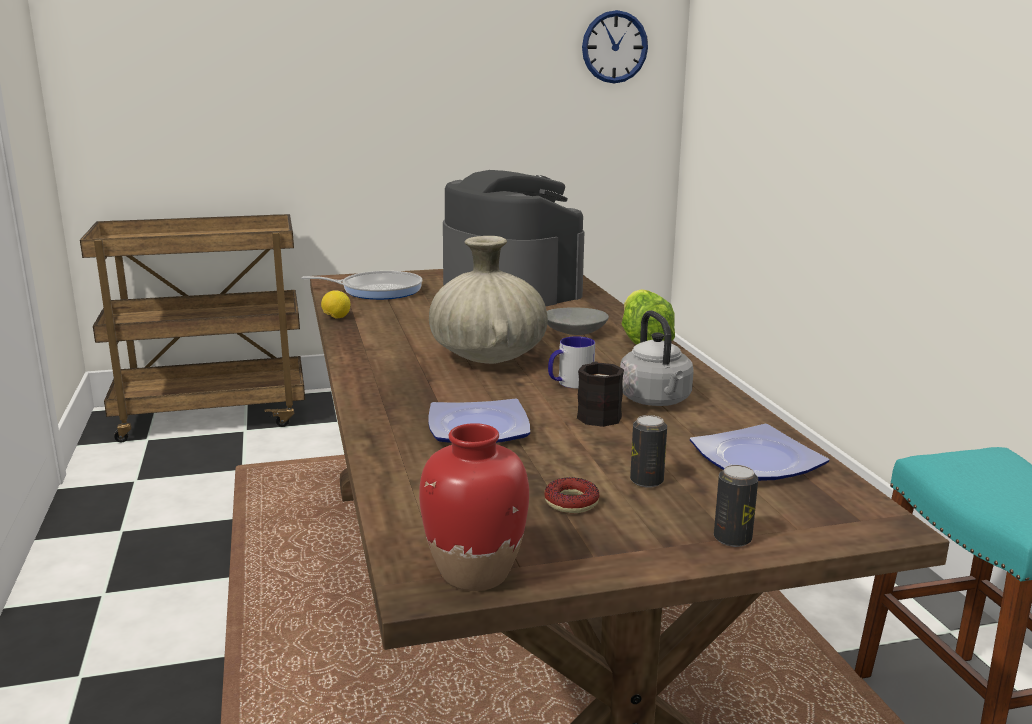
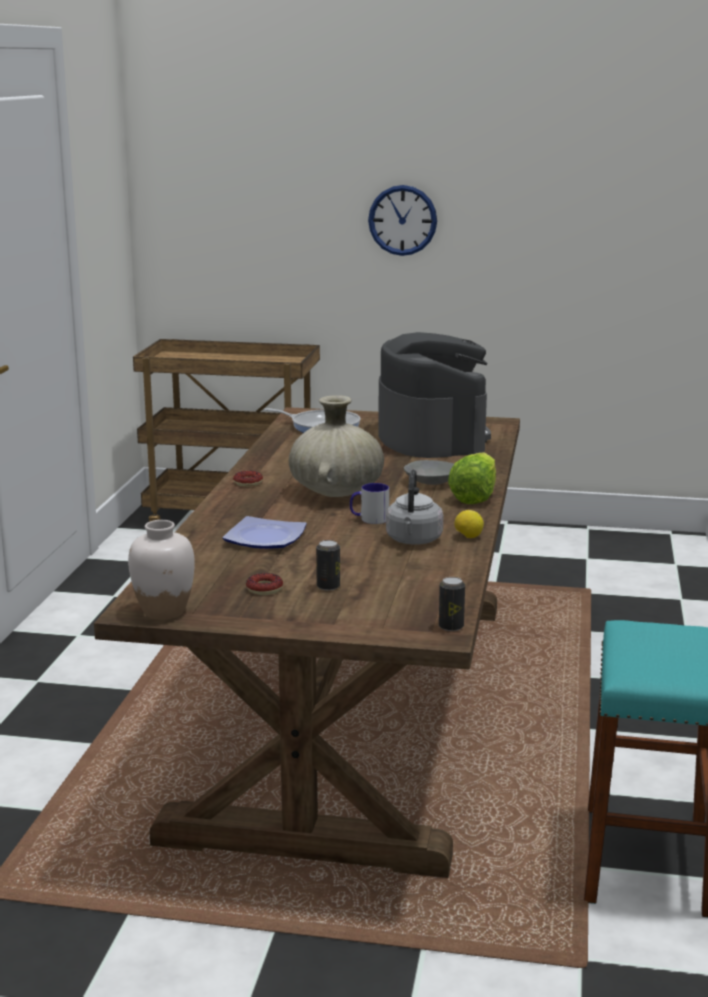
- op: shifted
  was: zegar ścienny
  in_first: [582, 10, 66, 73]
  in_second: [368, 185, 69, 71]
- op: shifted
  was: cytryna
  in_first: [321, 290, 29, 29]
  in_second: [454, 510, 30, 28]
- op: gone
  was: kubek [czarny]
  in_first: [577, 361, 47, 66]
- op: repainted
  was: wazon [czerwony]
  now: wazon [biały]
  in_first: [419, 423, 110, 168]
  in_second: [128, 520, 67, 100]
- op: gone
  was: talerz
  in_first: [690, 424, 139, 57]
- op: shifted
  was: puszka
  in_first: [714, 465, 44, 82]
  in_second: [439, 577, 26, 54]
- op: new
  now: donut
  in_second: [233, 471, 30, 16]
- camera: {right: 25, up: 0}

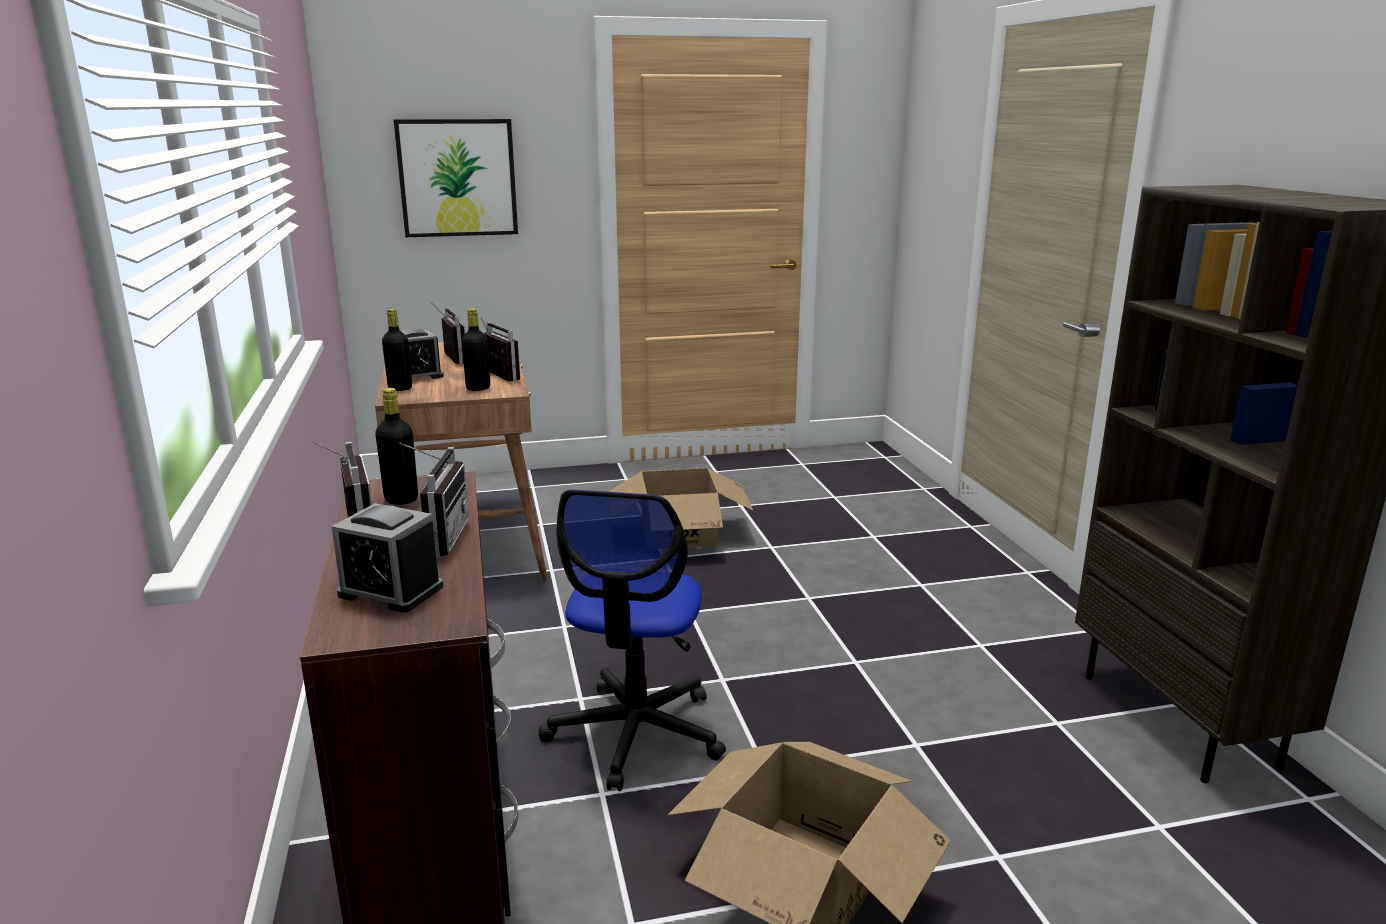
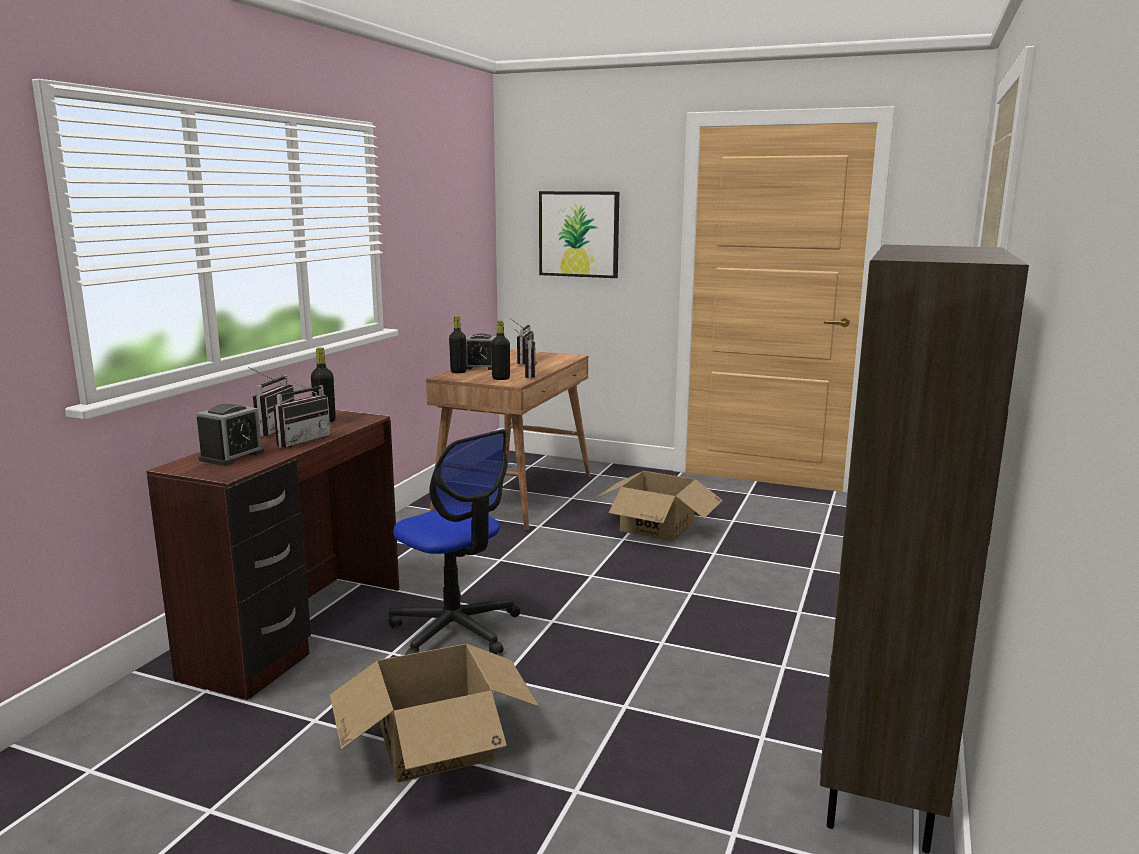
- op: rotated
  was: krzesło biurowe
  in_first: [539, 489, 187, 302]
  in_second: [388, 429, 132, 226]
  clockwise: -90
- op: rotated
  was: budzik
  in_first: [332, 503, 111, 110]
  in_second: [196, 404, 68, 62]
  clockwise: -120
- camera: {right: 35, up: -5}

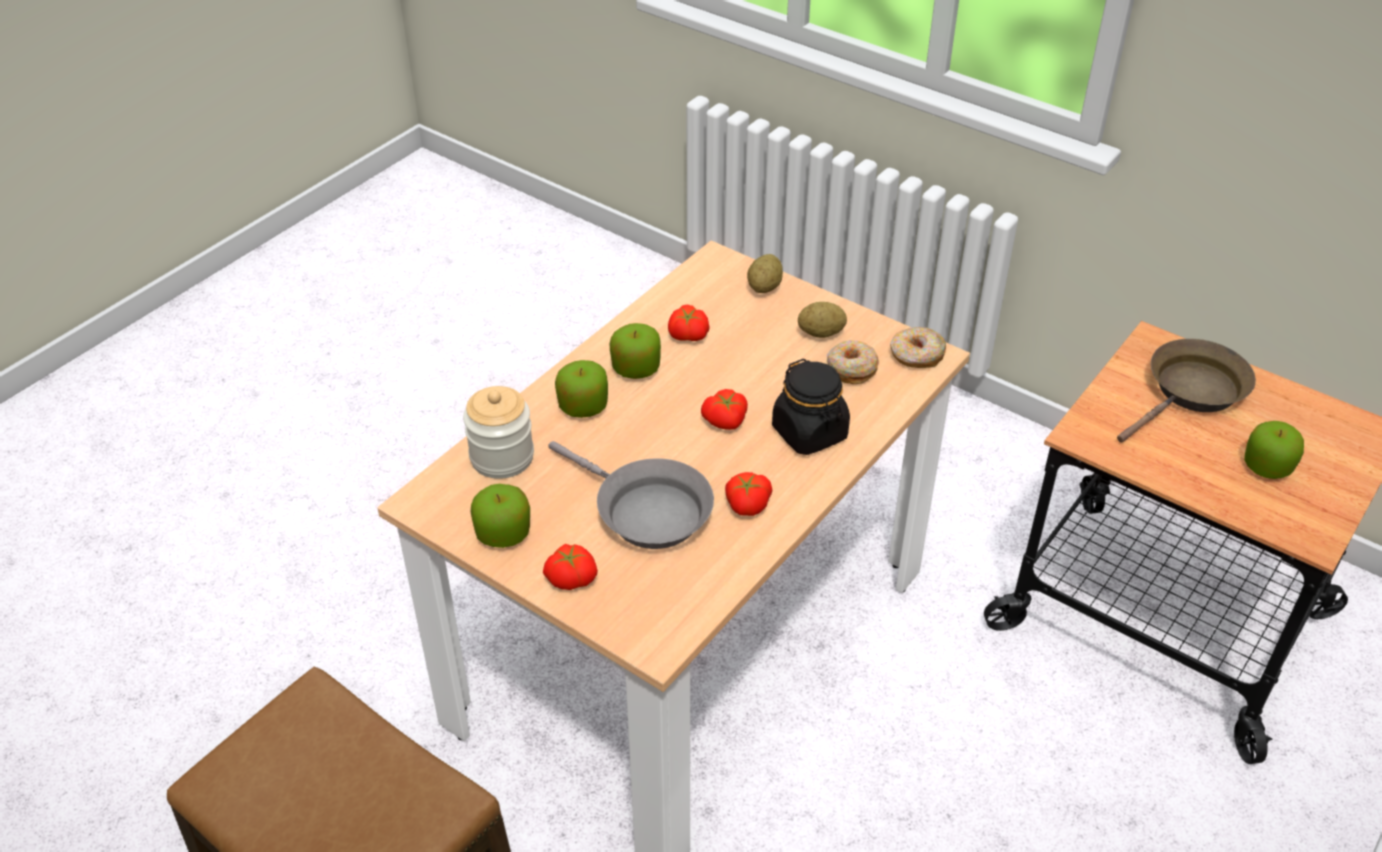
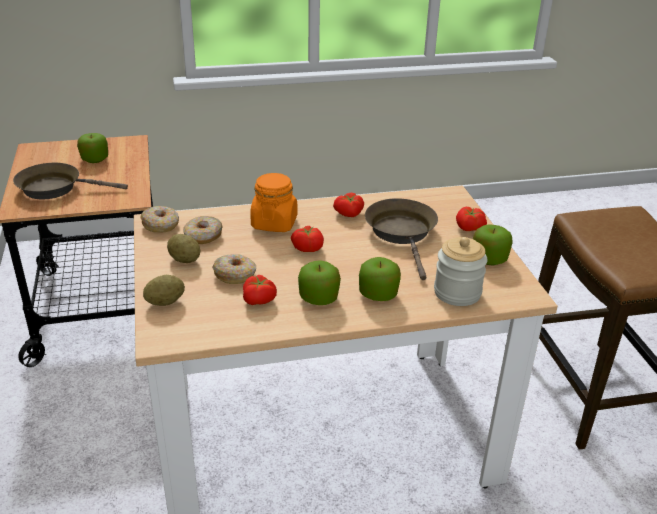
- op: repainted
  was: słoik [czarny]
  now: słoik [pomarańczowy]
  in_first: [772, 359, 78, 96]
  in_second: [250, 173, 47, 59]
- op: repainted
  was: patelnia [szary]
  now: patelnia [brązowy]
  in_first: [548, 441, 166, 108]
  in_second: [365, 198, 73, 82]
- op: new
  now: donut
  in_second: [212, 254, 44, 30]
- camera: {right: -140, up: -10}

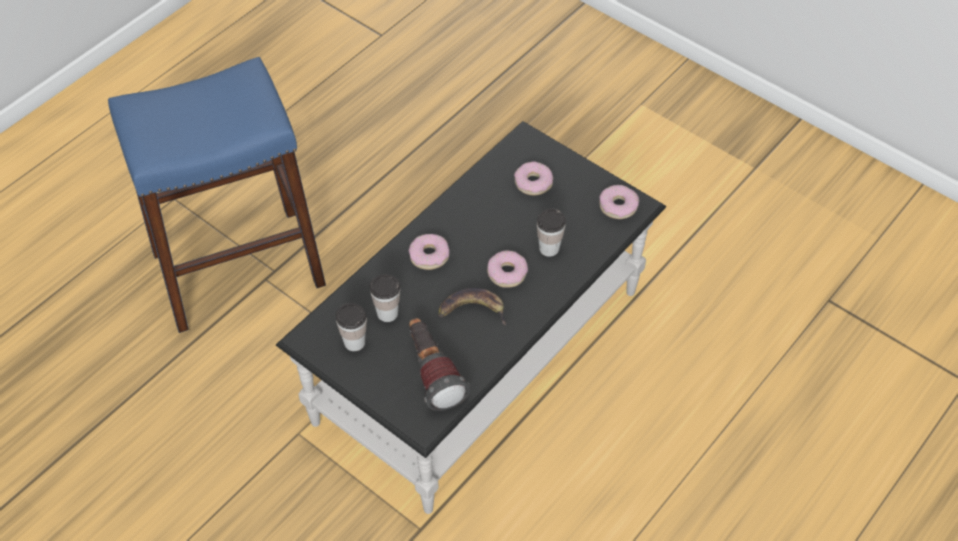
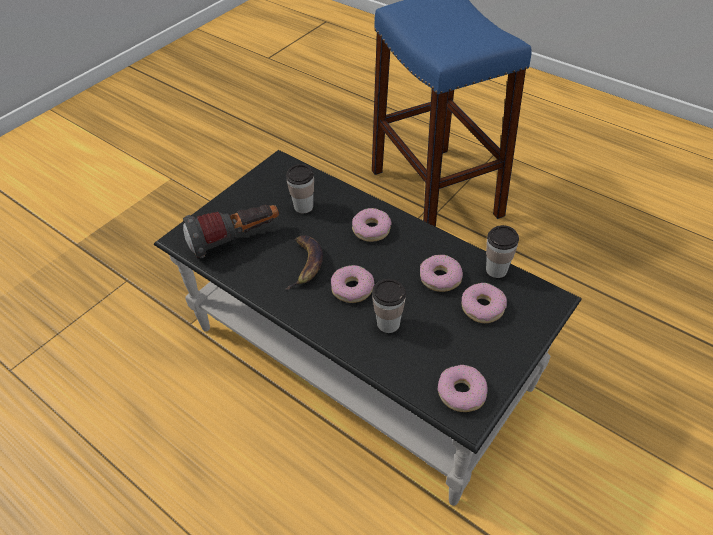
- op: shifted
  was: filiżanka
  in_first: [336, 303, 31, 48]
  in_second: [486, 225, 33, 53]
- op: new
  now: donut
  in_second: [420, 255, 43, 37]
- camera: {right: 90, up: -5}

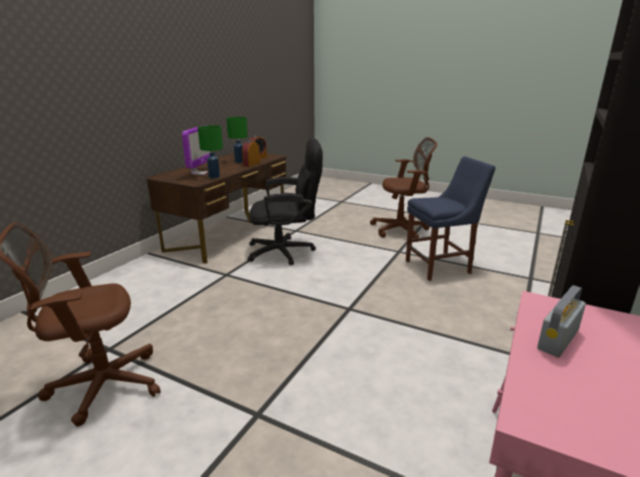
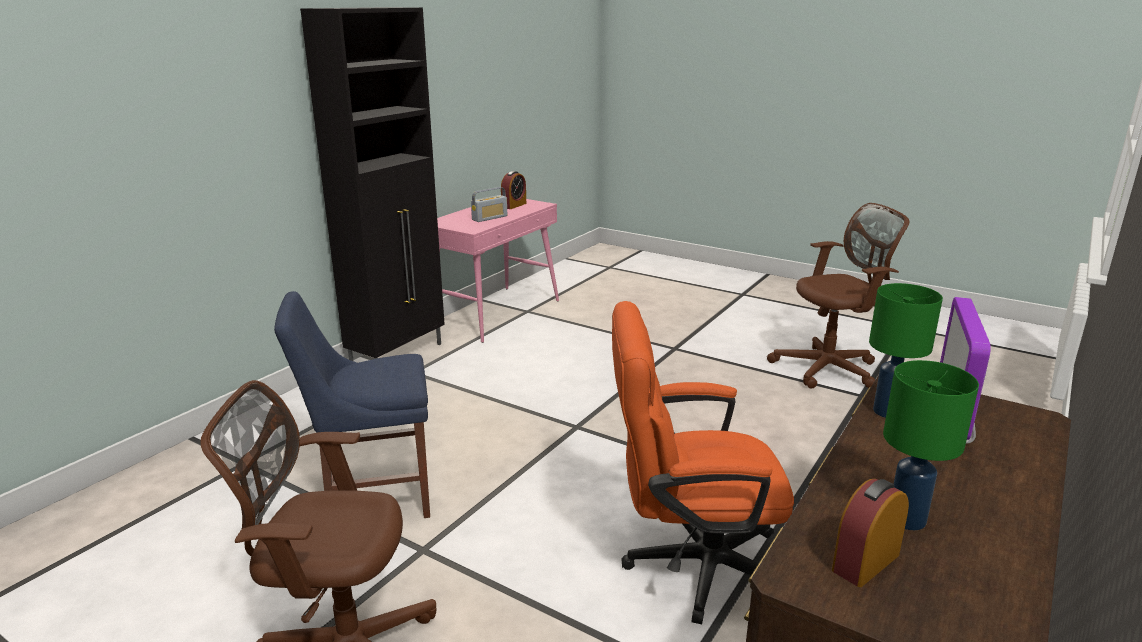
- op: repainted
  was: krzesło biurowe [czarny]
  now: krzesło biurowe [pomarańczowy]
  in_first: [247, 138, 76, 127]
  in_second: [612, 301, 182, 323]
- op: shifted
  was: budzik
  in_first: [242, 140, 18, 27]
  in_second: [501, 171, 25, 38]
- camera: {right: -175, up: 0}

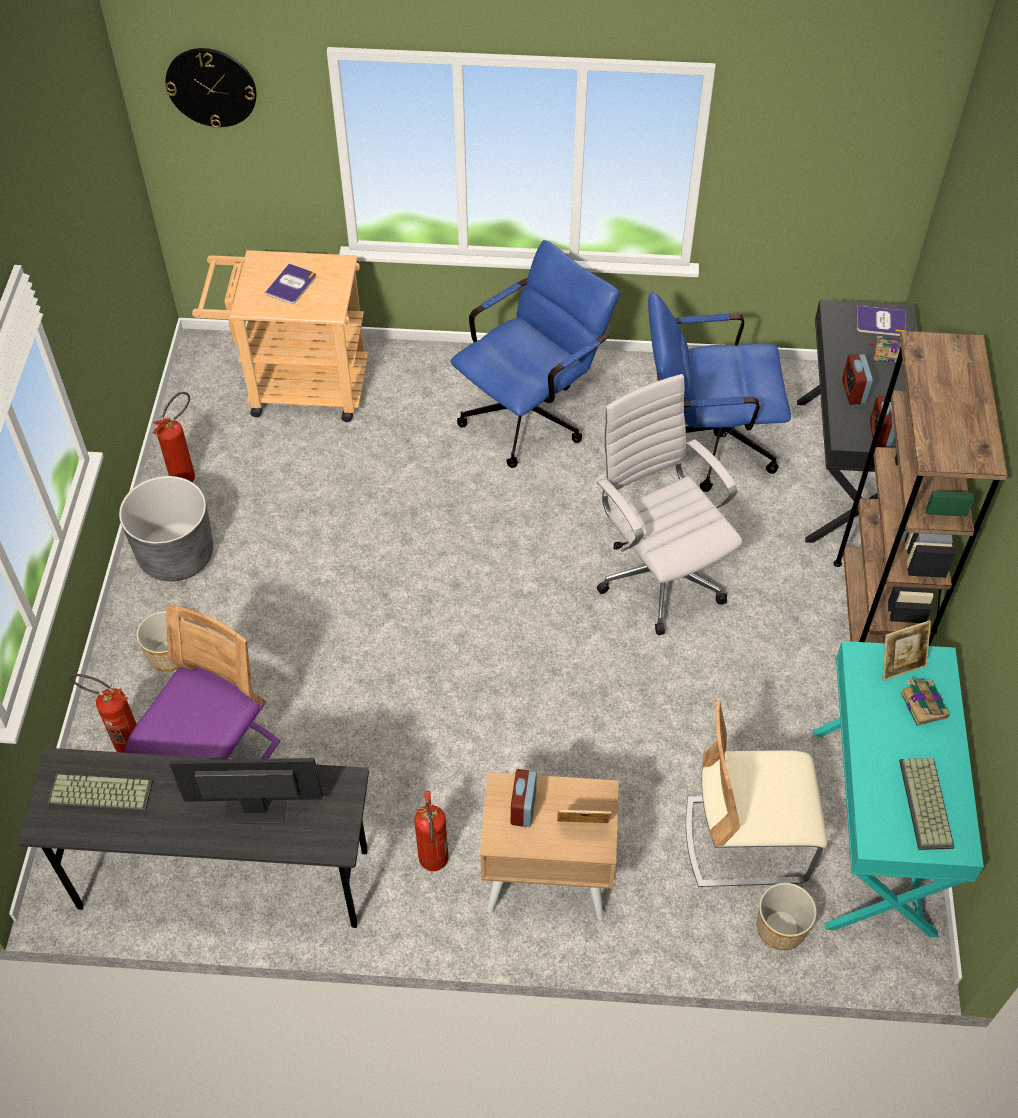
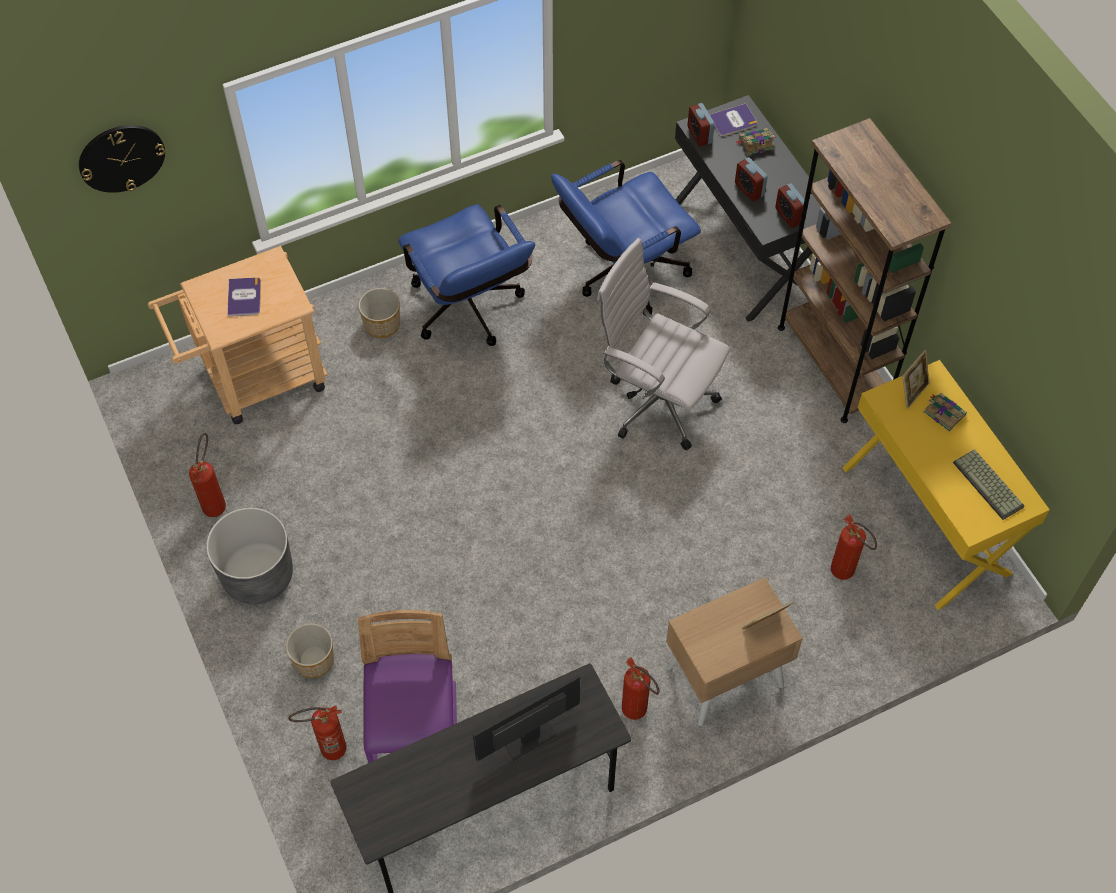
- op: rotated
  was: krzesło biurowe [niebieski]
  in_first: [450, 240, 169, 228]
  in_second: [398, 204, 137, 142]
  clockwise: 135
- op: repainted
  was: biurko [turkusowy]
  now: biurko [żółty]
  in_first: [813, 641, 171, 296]
  in_second: [843, 360, 207, 250]
- op: swapped
  was: krzesło [beżowy]
  now: gaśnica
  in_first: [686, 701, 142, 186]
  in_second: [831, 514, 46, 66]
- op: shifted
  was: budzik
  in_first: [511, 769, 26, 58]
  in_second: [687, 103, 27, 44]
- op: gone
  was: klawiatura
  in_first: [48, 774, 105, 38]
- op: shifted
  was: donica
  in_first: [757, 883, 60, 67]
  in_second: [358, 288, 42, 50]
- camera: {right: -30, up: 5}

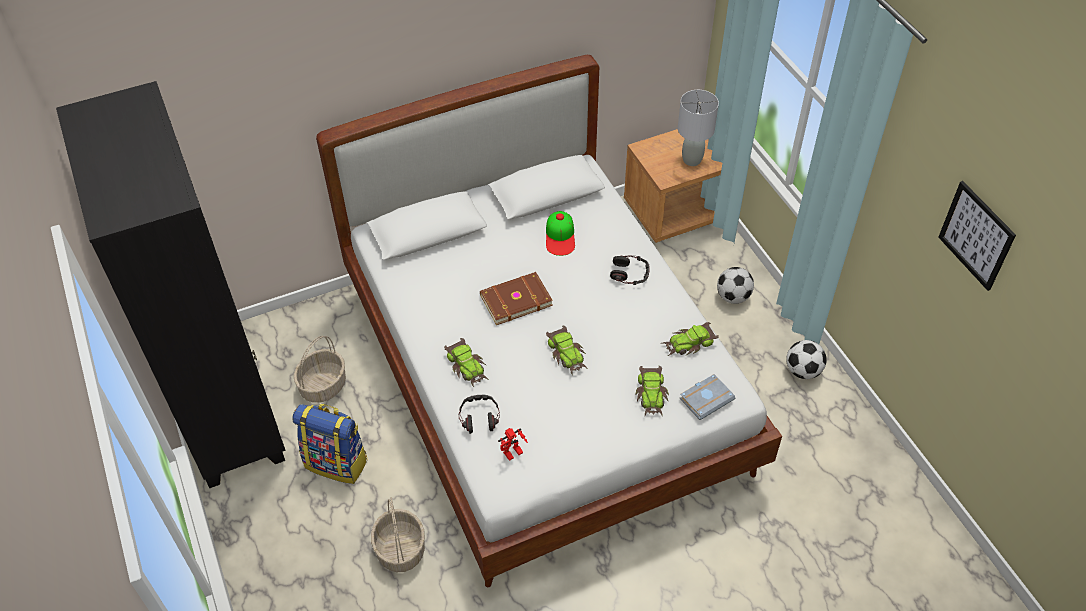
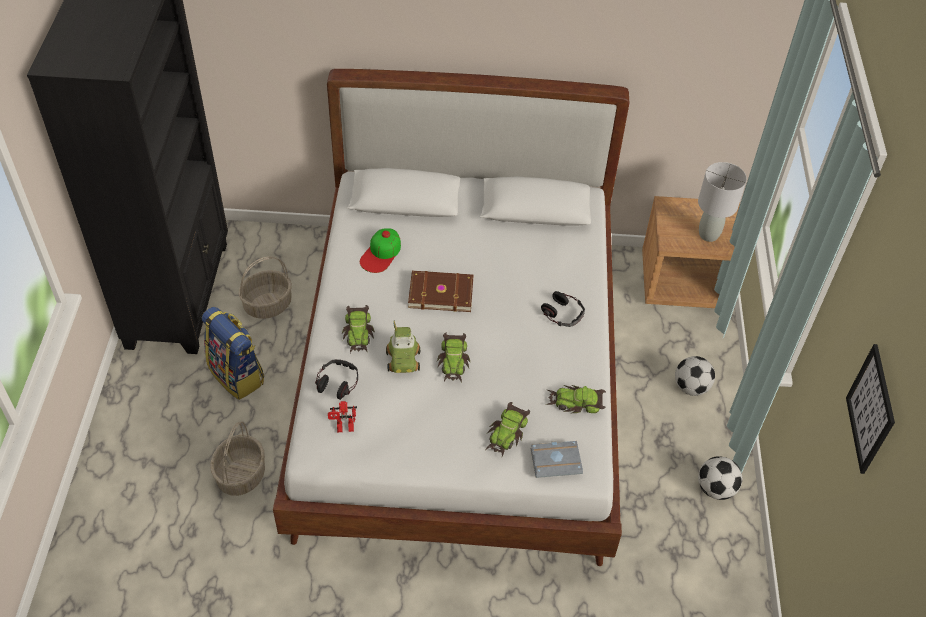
- op: shifted
  was: czapka z daszkiem
  in_first: [546, 211, 29, 45]
  in_second: [360, 228, 41, 45]
- op: new
  now: samochodzik
  in_second: [386, 321, 34, 52]
- camera: {right: 25, up: 0}

